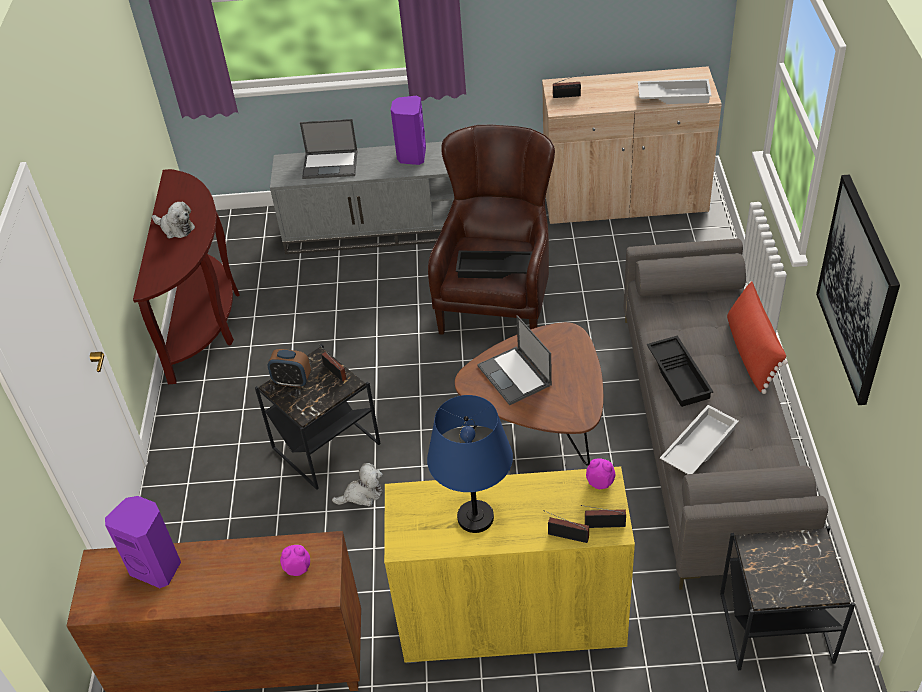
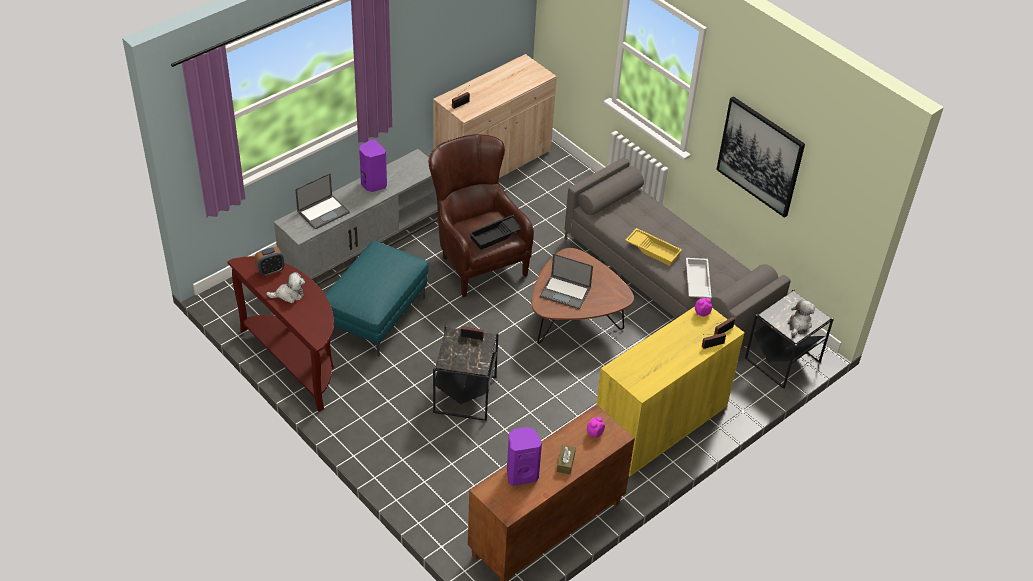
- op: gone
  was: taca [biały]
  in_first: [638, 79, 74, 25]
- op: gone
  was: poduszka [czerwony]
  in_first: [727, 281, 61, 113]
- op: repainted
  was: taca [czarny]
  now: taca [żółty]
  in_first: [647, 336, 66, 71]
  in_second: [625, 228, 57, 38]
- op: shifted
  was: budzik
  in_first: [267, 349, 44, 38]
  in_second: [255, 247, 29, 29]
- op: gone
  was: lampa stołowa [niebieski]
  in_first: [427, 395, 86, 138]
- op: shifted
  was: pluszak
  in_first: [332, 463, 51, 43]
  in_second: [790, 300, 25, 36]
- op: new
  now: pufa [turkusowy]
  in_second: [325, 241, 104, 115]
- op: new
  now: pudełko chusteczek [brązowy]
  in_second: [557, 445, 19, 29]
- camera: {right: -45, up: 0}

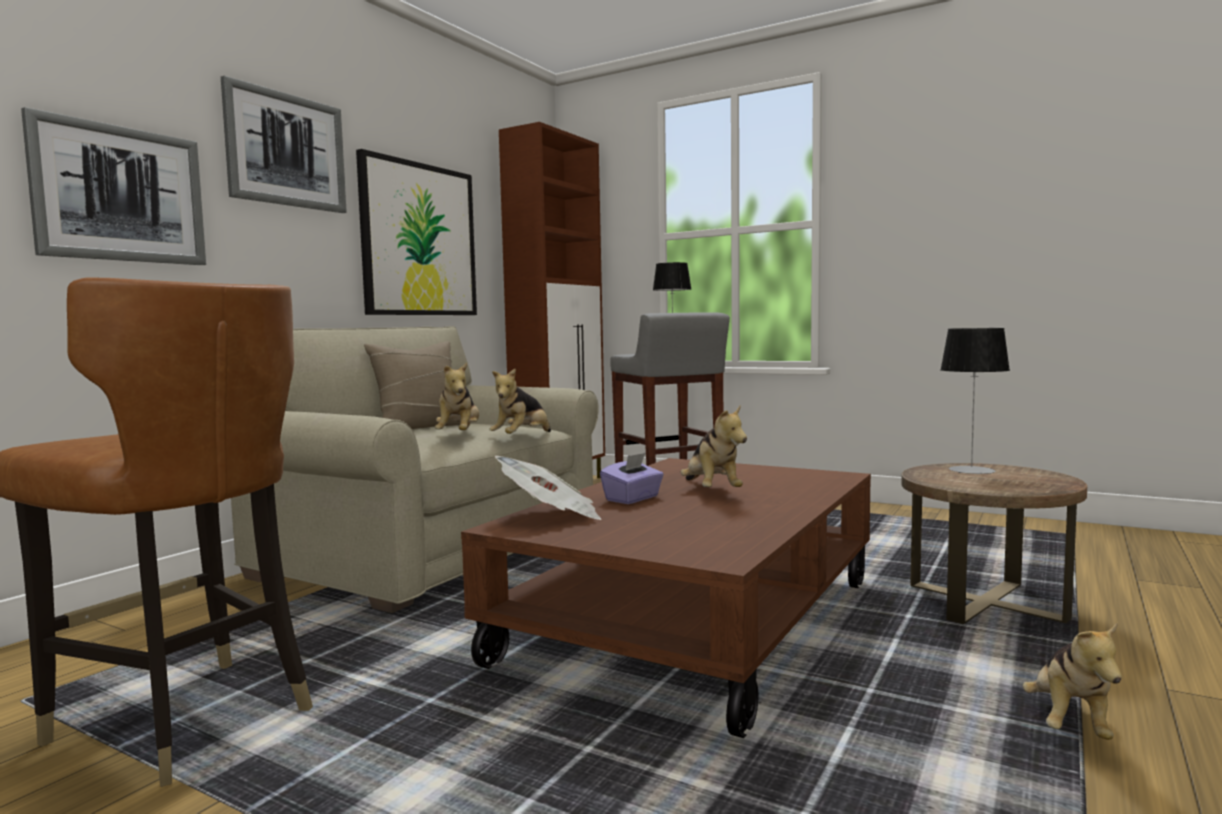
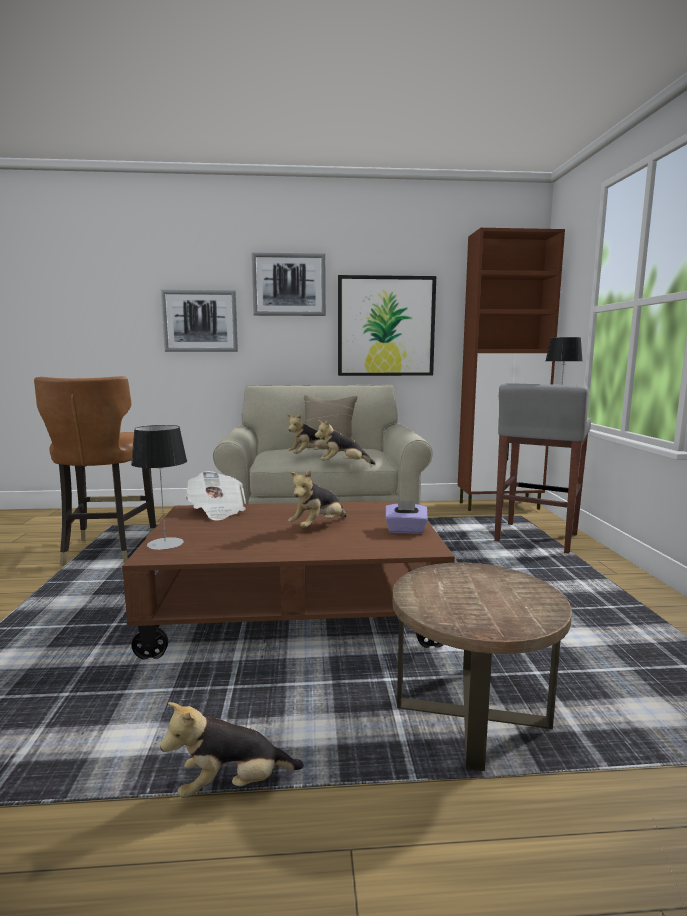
- op: shifted
  was: lampa stołowa
  in_first: [940, 328, 70, 146]
  in_second: [131, 425, 56, 125]
- op: shifted
  was: pudełko chusteczek [fioletowy]
  in_first: [600, 453, 64, 51]
  in_second: [385, 500, 43, 34]
- camera: {right: 55, up: 5}

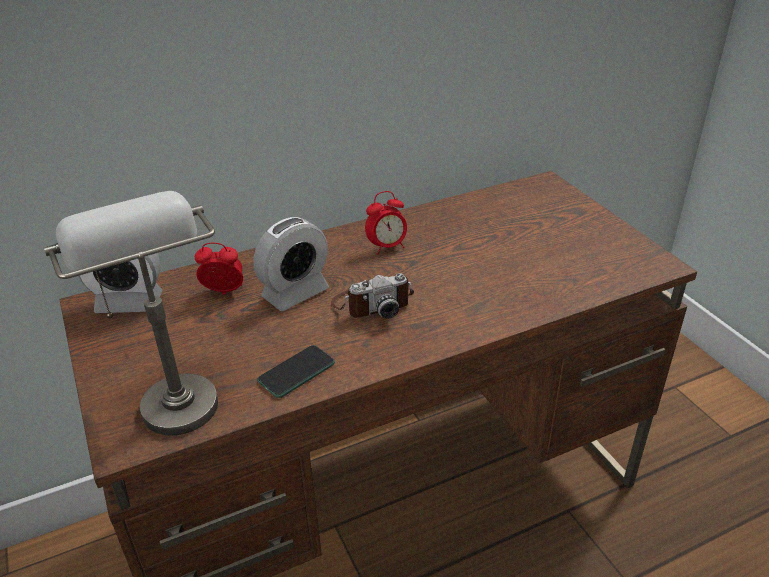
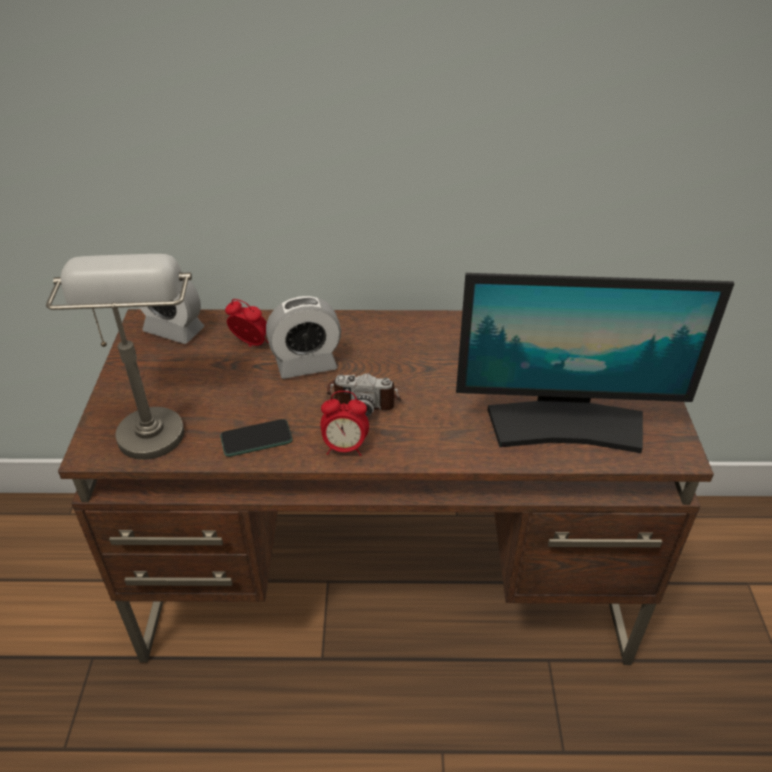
- op: shifted
  was: budzik
  in_first: [365, 191, 42, 63]
  in_second: [320, 391, 49, 65]
- op: new
  now: monitor
  in_second: [456, 273, 278, 180]
- camera: {right: 25, up: 5}

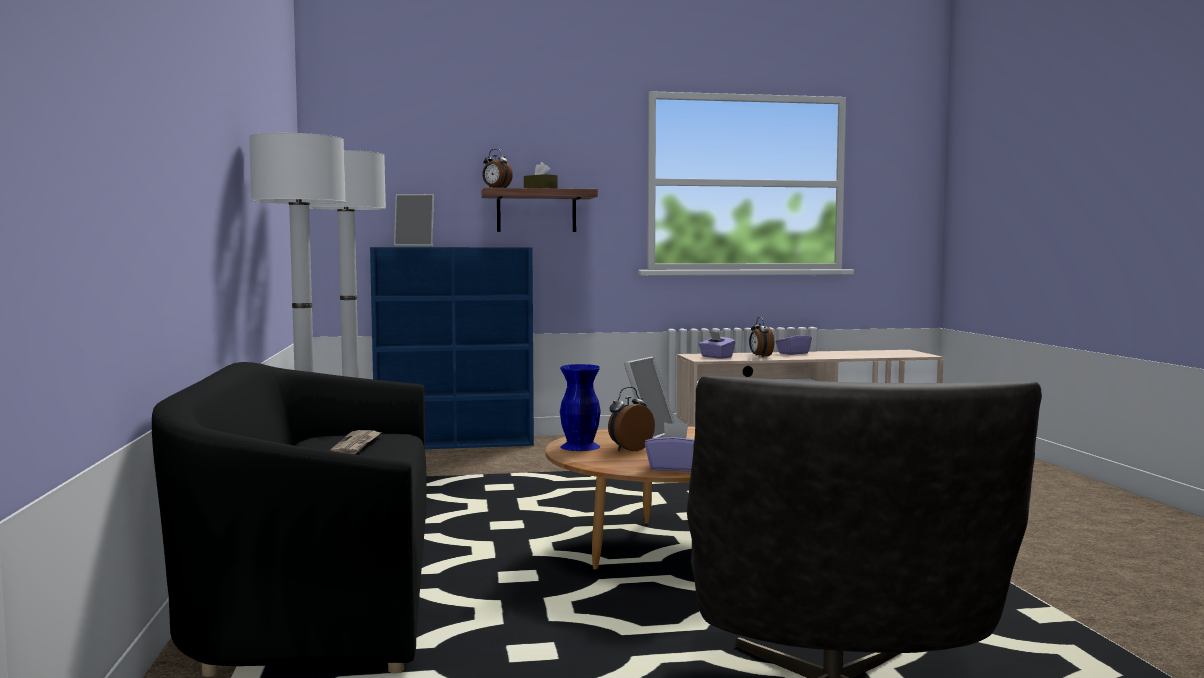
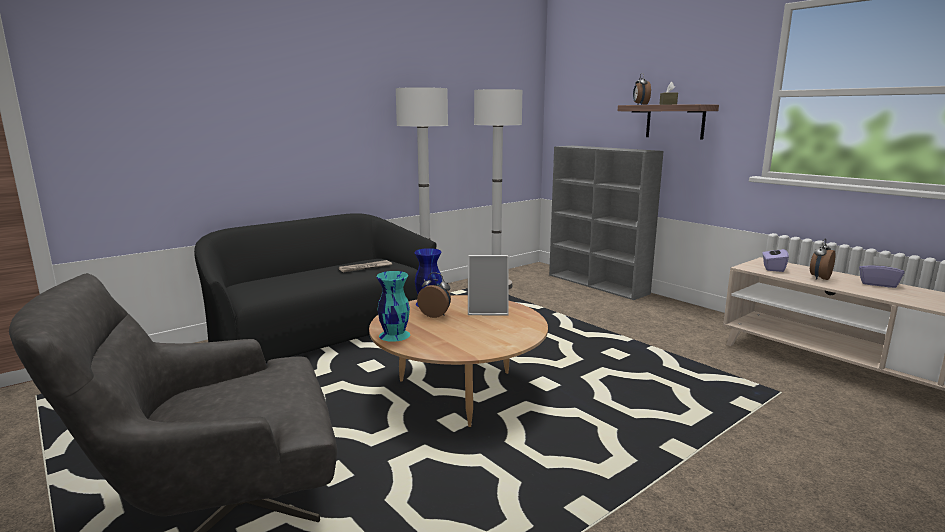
- op: gone
  was: ramka na zdjęcie
  in_first: [394, 194, 40, 53]
- op: repainted
  was: regał [niebieski]
  now: regał [szary]
  in_first: [370, 247, 164, 202]
  in_second: [549, 146, 115, 154]
- op: swapped
  was: pudełko chusteczek [fioletowy]
  now: wazon [turkusowy]
  in_first: [645, 423, 49, 49]
  in_second: [376, 271, 34, 71]
- camera: {right: 60, up: 10}

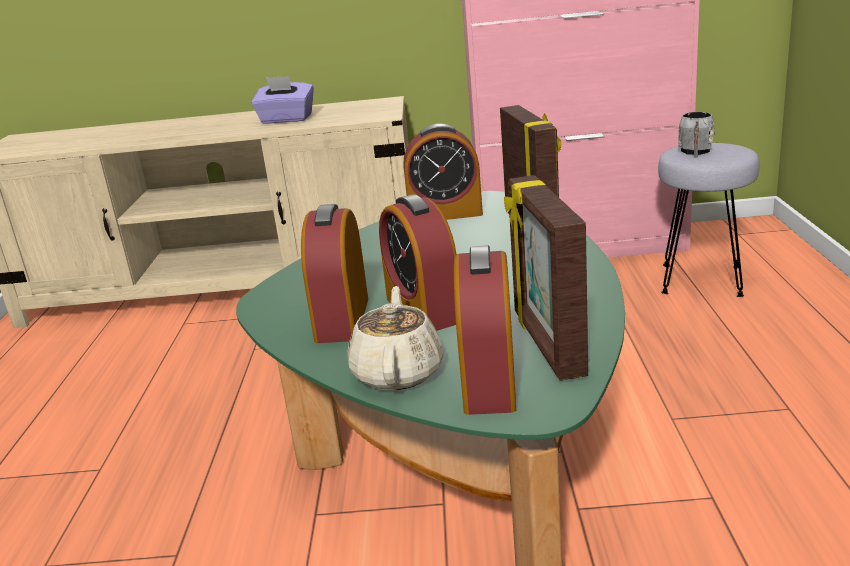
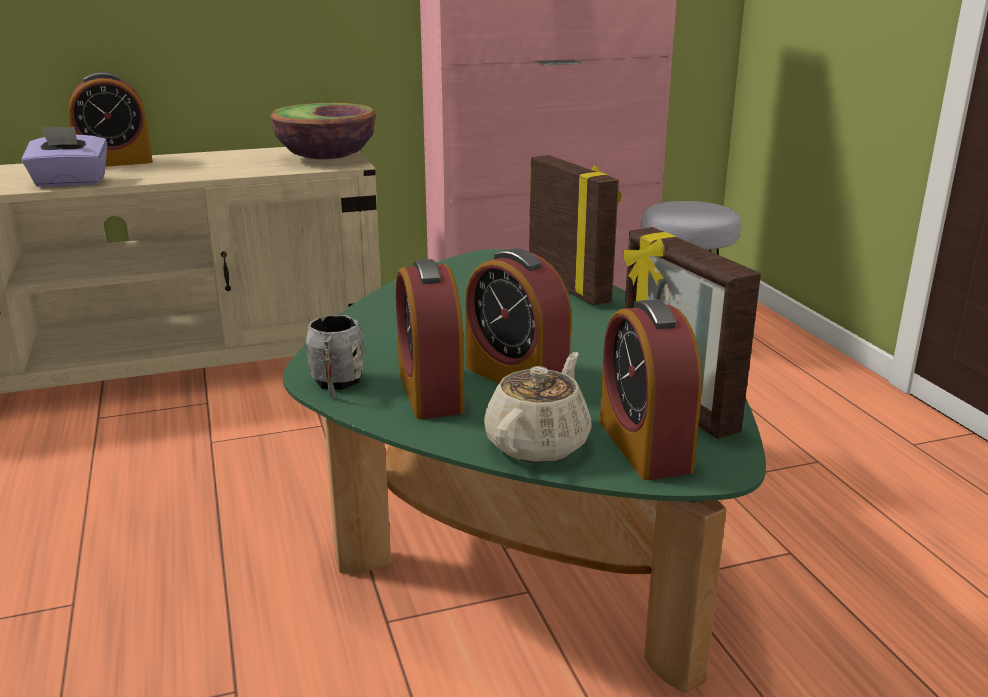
- op: shifted
  was: pudełko chusteczek [fioletowy]
  in_first: [251, 76, 63, 47]
  in_second: [21, 127, 86, 60]
- op: shifted
  was: kubek [szary]
  in_first: [678, 112, 37, 46]
  in_second: [306, 315, 60, 83]
- op: shifted
  was: budzik
  in_first: [403, 124, 80, 96]
  in_second: [68, 72, 85, 95]
- op: rotated
  was: imbryk [beżowy]
  in_first: [347, 286, 97, 104]
  in_second: [484, 352, 108, 111]
  clockwise: 45
- op: new
  now: miska
  in_second: [270, 103, 106, 56]
- camera: {right: -20, up: 0}

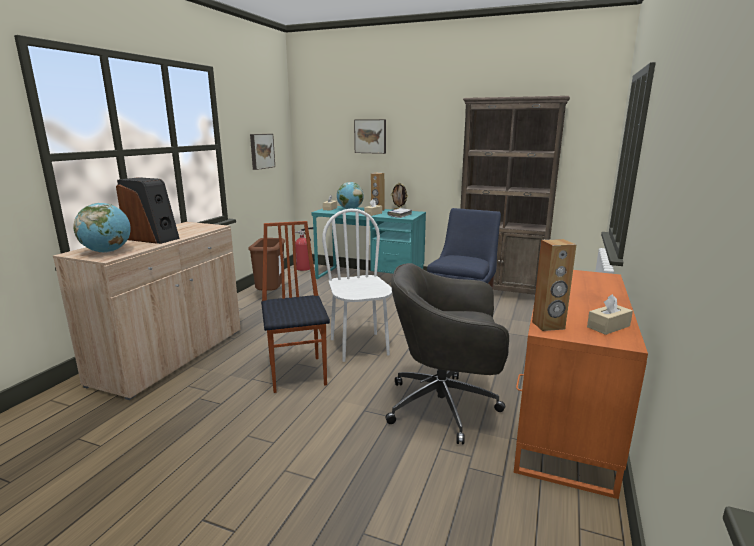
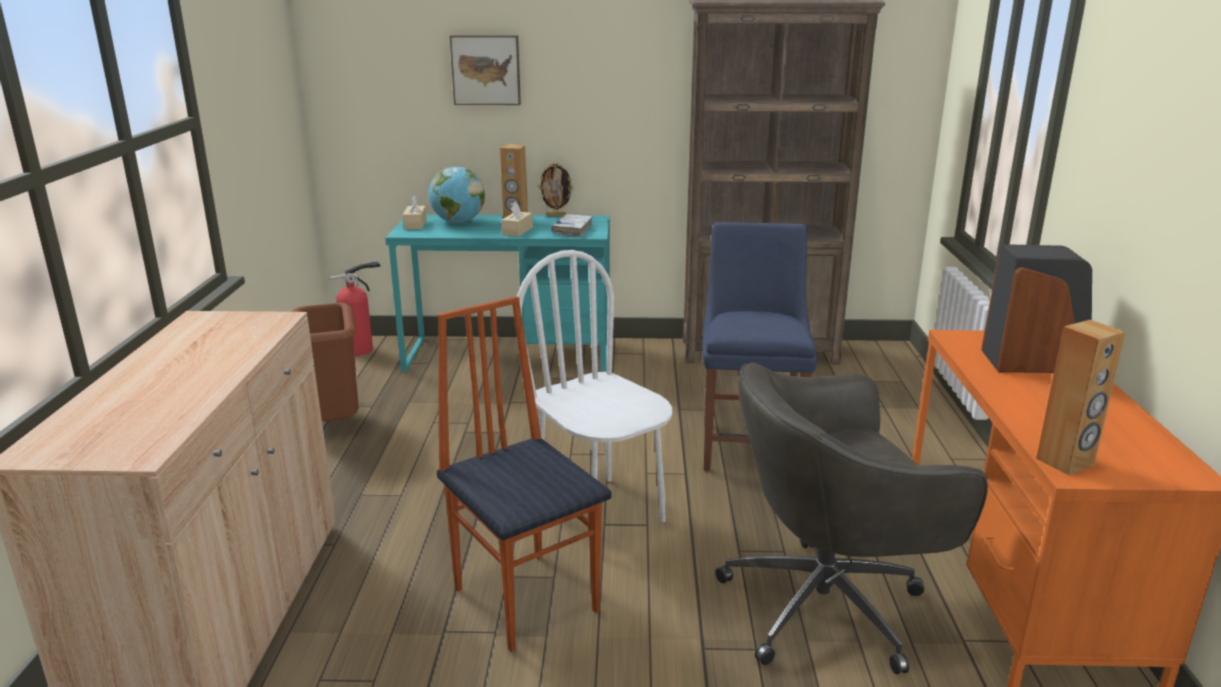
- op: gone
  was: obraz
  in_first: [250, 134, 25, 36]
- op: shifted
  was: głośnik
  in_first: [116, 177, 64, 67]
  in_second: [981, 244, 111, 129]
- op: gone
  was: globus
  in_first: [73, 203, 58, 50]
- op: gone
  was: pudełko chusteczek [beżowy]
  in_first: [587, 294, 46, 41]
- camera: {right: -20, up: 5}

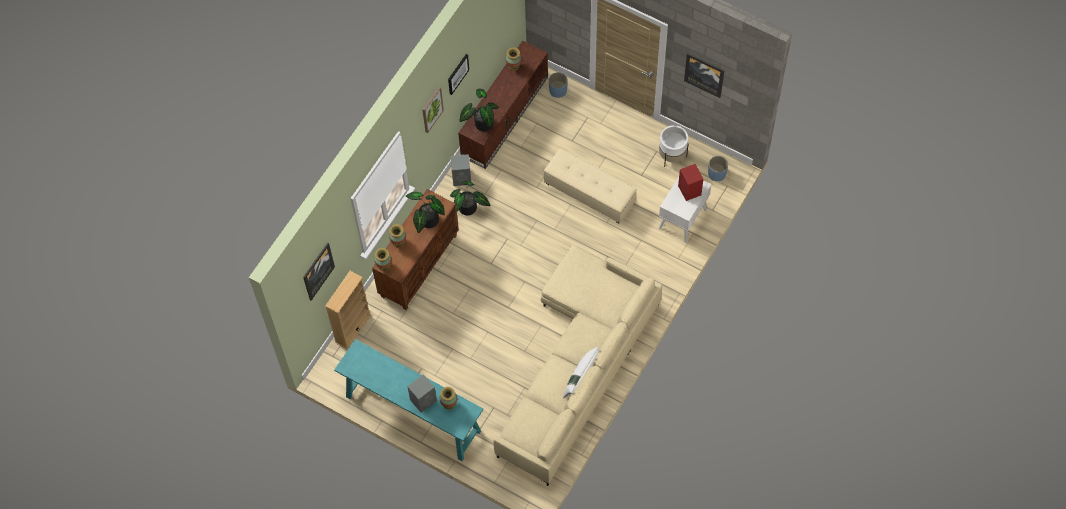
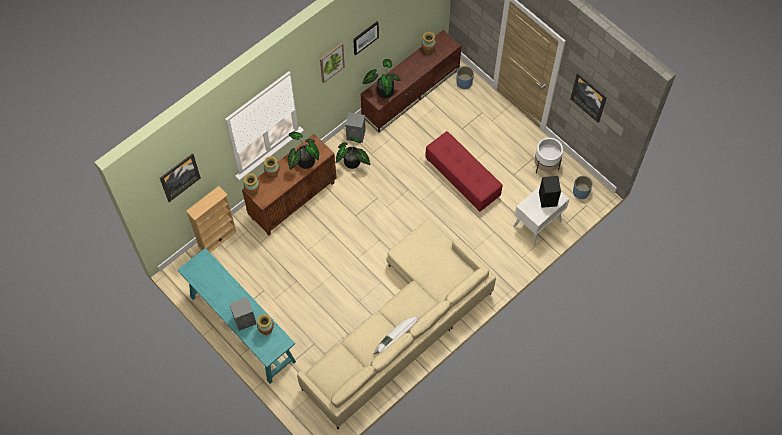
- op: repainted
  was: pufa [beżowy]
  now: pufa [czerwony]
  in_first: [544, 148, 93, 75]
  in_second: [426, 131, 77, 81]
- op: repainted
  was: głośnik [czerwony]
  now: głośnik [czarny]
  in_first: [678, 164, 26, 37]
  in_second: [539, 176, 22, 32]
- camera: {right: 15, up: 0}

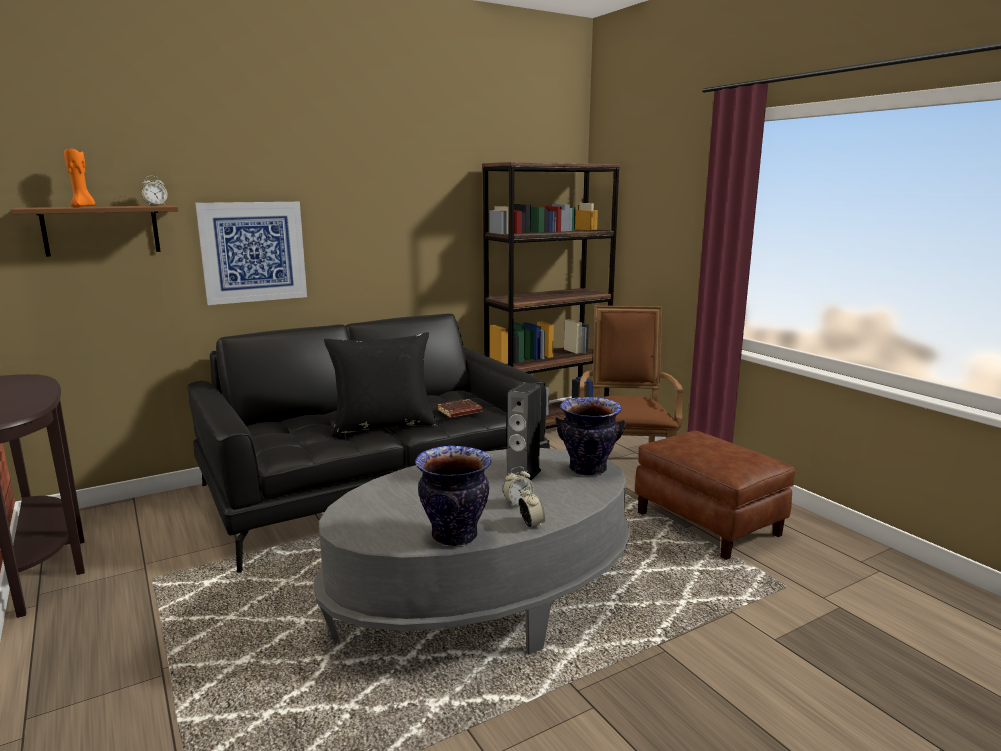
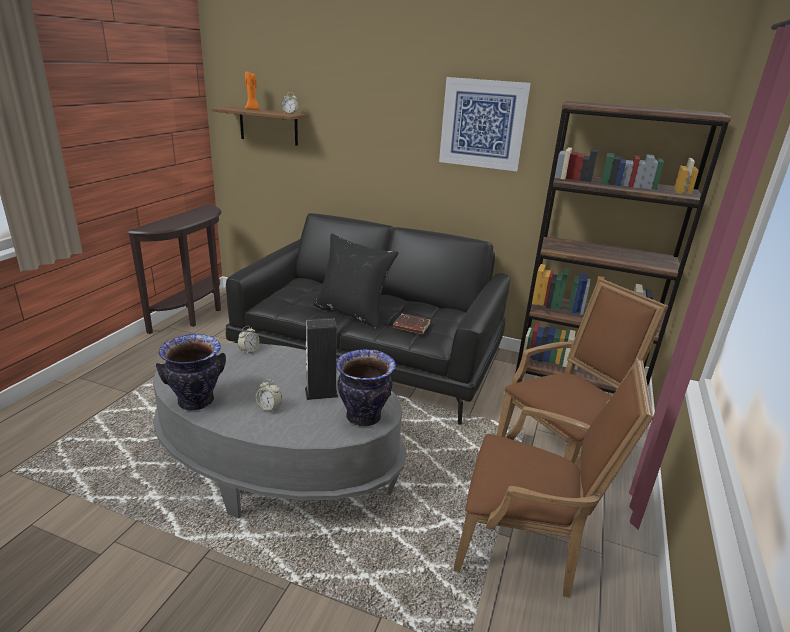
- op: shifted
  was: obraz
  in_first: [195, 202, 112, 103]
  in_second: [439, 77, 92, 94]
- op: swapped
  was: pufa [brązowy]
  now: fotel [brązowy]
  in_first: [635, 430, 160, 130]
  in_second: [453, 358, 201, 240]
- op: shifted
  was: budzik
  in_first: [519, 487, 26, 41]
  in_second: [238, 326, 21, 28]
- camera: {right: 50, up: 10}

